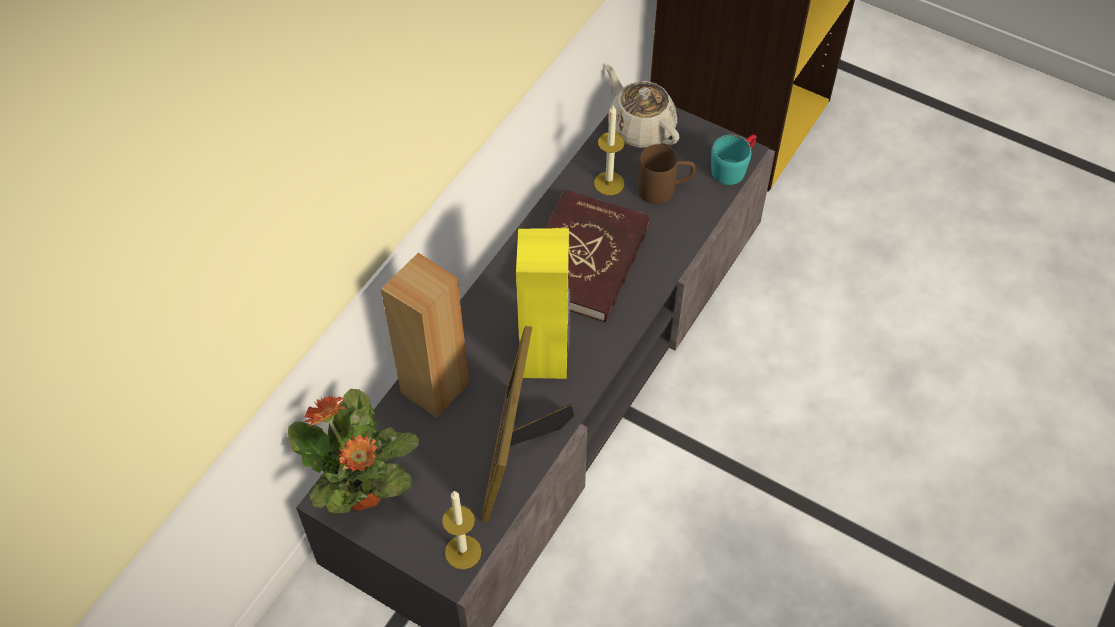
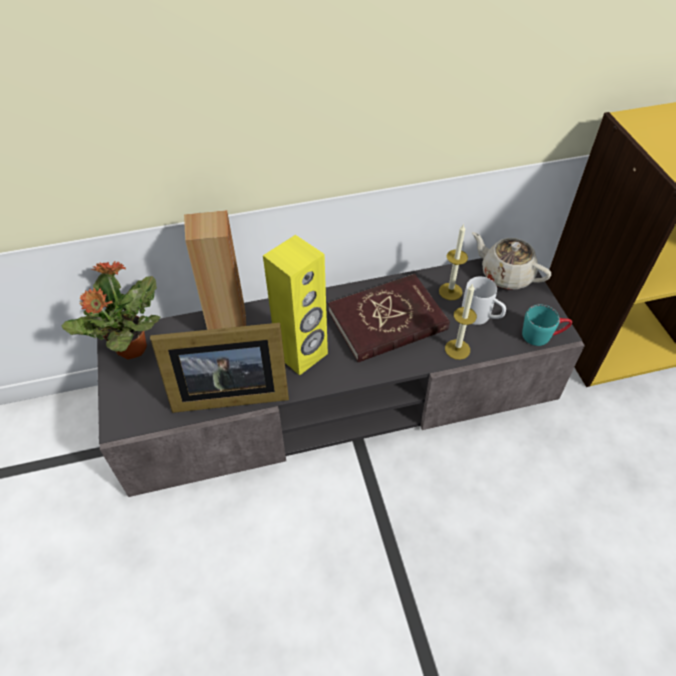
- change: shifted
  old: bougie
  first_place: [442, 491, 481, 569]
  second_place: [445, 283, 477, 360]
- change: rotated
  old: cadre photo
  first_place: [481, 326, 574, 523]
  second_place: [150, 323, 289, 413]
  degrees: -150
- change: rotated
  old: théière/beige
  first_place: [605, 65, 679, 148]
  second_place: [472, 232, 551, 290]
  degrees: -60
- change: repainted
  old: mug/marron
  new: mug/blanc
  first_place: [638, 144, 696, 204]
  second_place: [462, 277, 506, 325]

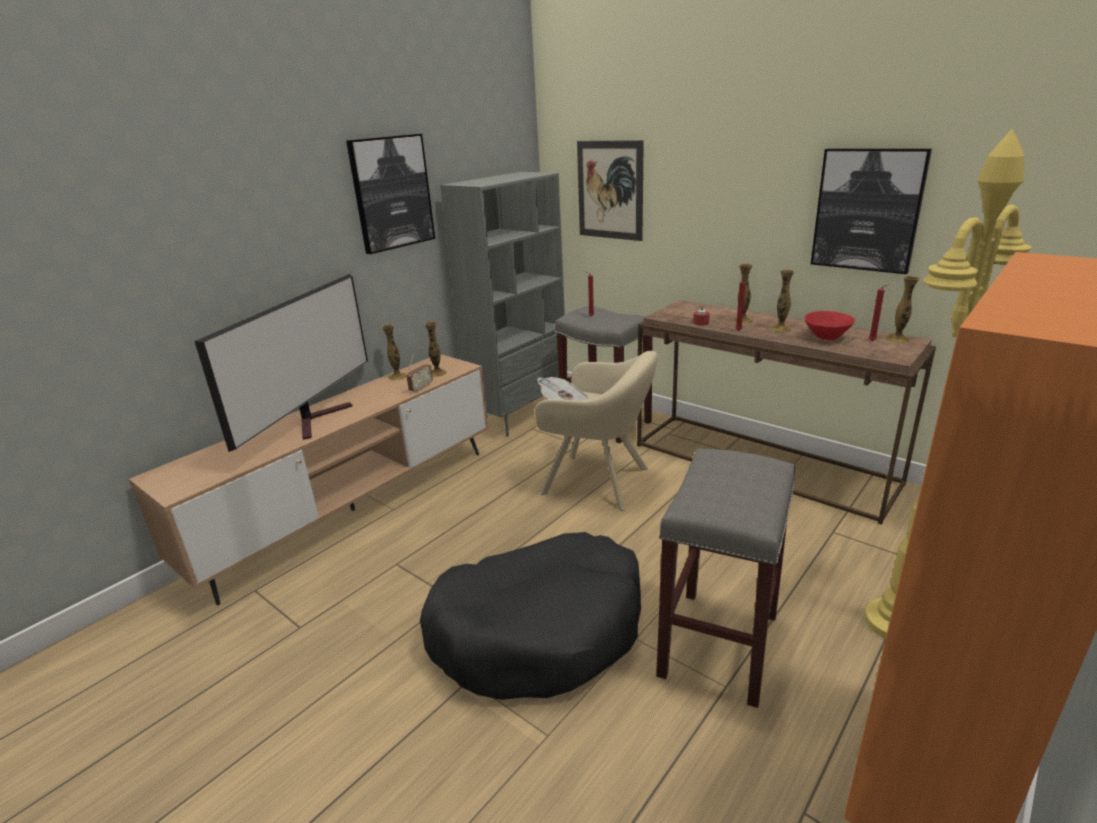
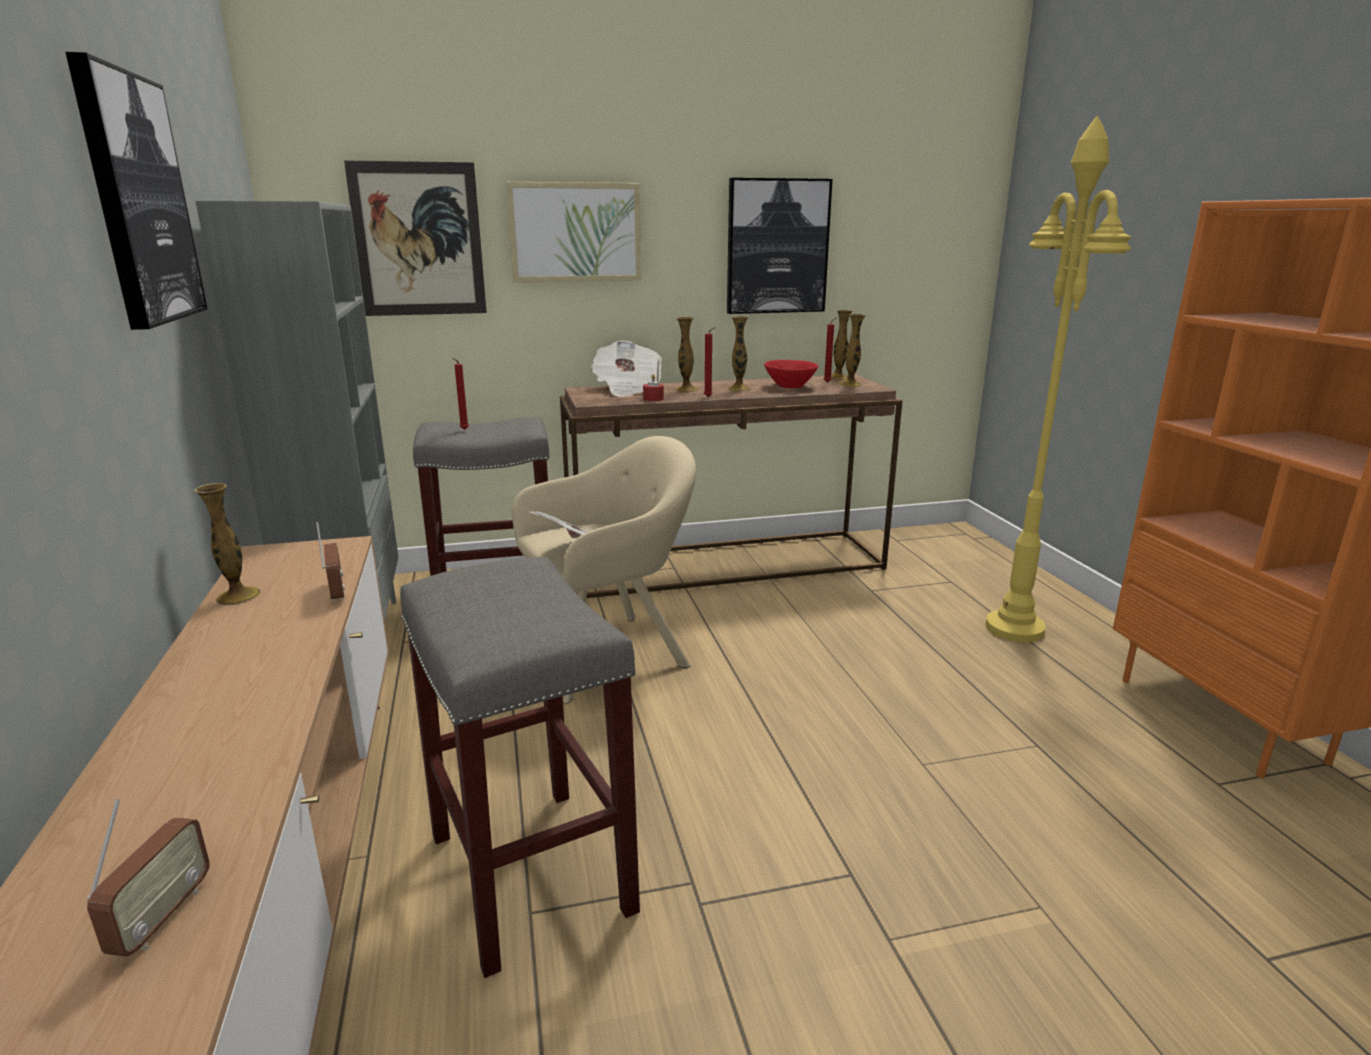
- change: gone
  old: téléviseur
  first_place: [195, 274, 368, 452]
- change: gone
  old: panier pour chien/noir
  first_place: [420, 532, 641, 700]
- change: shifted
  old: vase
  first_place: [424, 321, 447, 377]
  second_place: [838, 314, 866, 387]
- change: shifted
  old: tabouret/gris
  first_place: [656, 448, 795, 708]
  second_place: [400, 557, 640, 978]
- change: new
  new: radio
  second_place: [87, 799, 210, 957]
- change: new
  new: tableau
  second_place: [506, 182, 641, 282]
- change: new
  new: journal
  second_place: [591, 340, 662, 397]

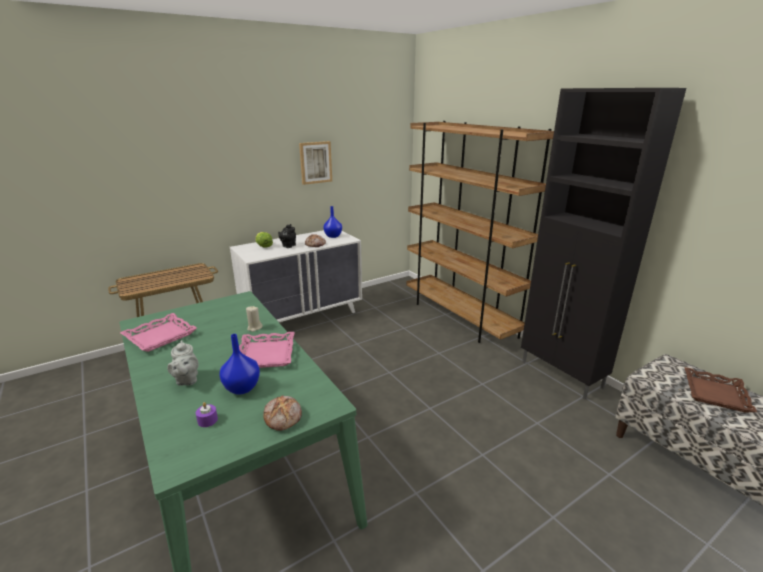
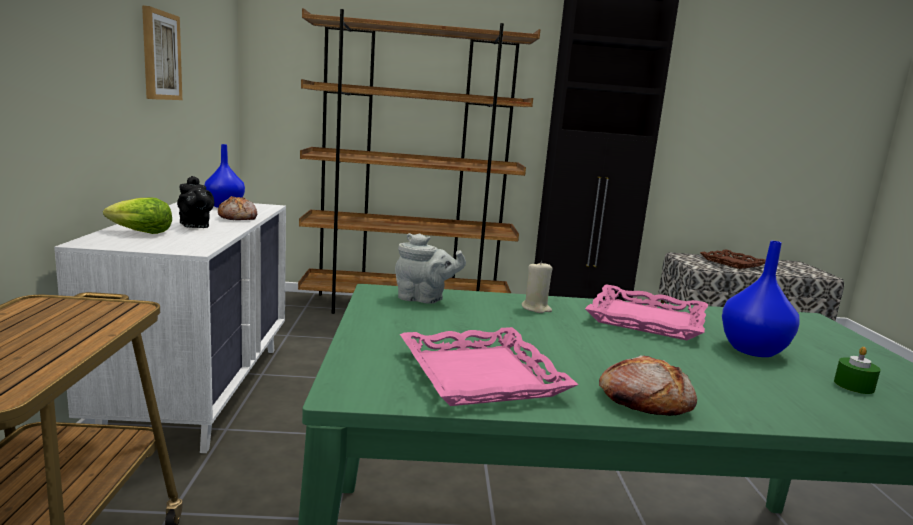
- change: shifted
  old: théière/gris
  first_place: [167, 340, 198, 386]
  second_place: [395, 233, 466, 304]
- change: repainted
  old: bougie/violet
  new: bougie/vert
  first_place: [196, 402, 218, 427]
  second_place: [834, 347, 880, 394]
- change: shifted
  old: pain
  first_place: [263, 395, 302, 431]
  second_place: [599, 355, 697, 416]

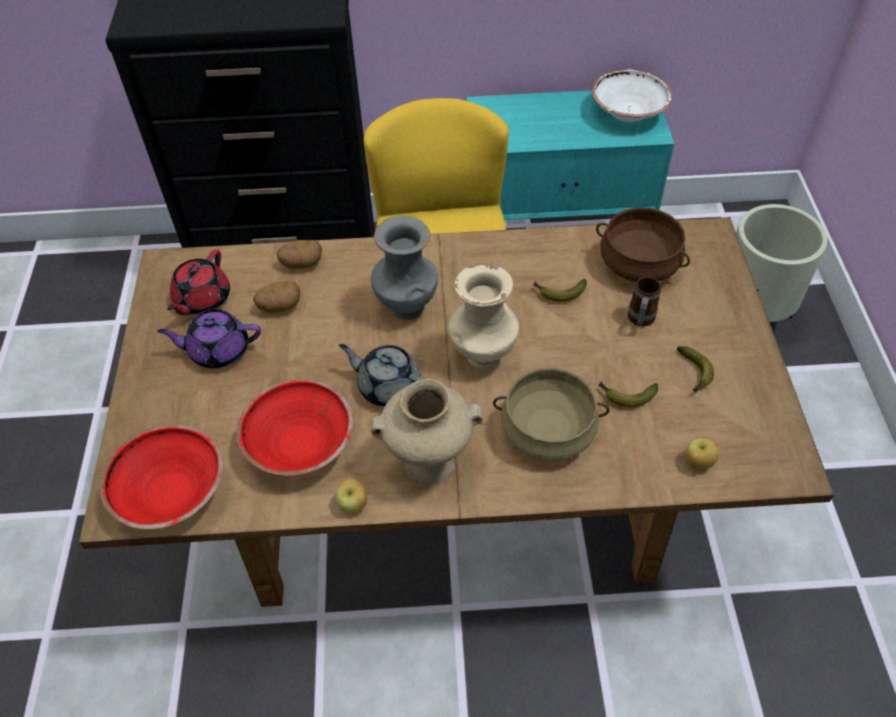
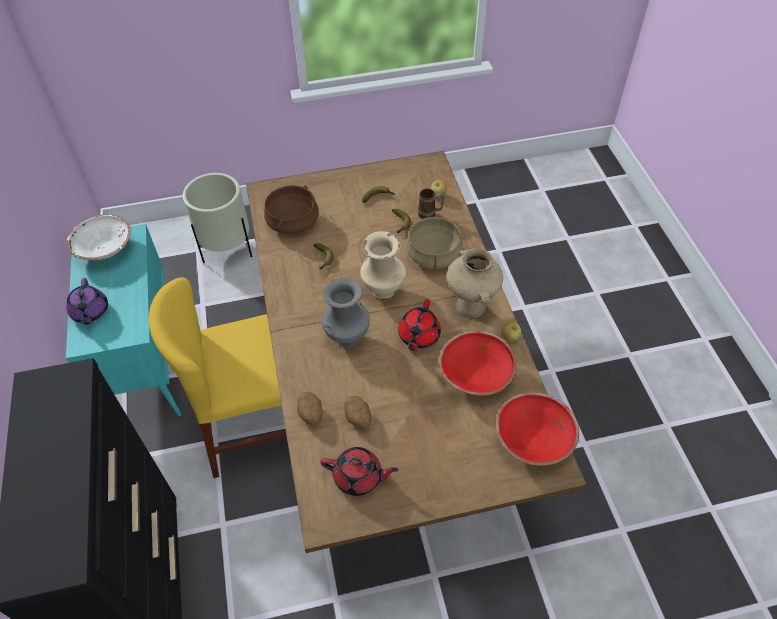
- change: shifted
  old: théière/violet
  first_place: [157, 309, 261, 368]
  second_place: [66, 278, 108, 324]
- change: repainted
  old: théière/gris
  new: théière/rouge
  first_place: [339, 344, 425, 407]
  second_place: [398, 299, 441, 350]
- change: shifted
  old: mug
  first_place: [628, 277, 661, 327]
  second_place: [418, 188, 444, 219]

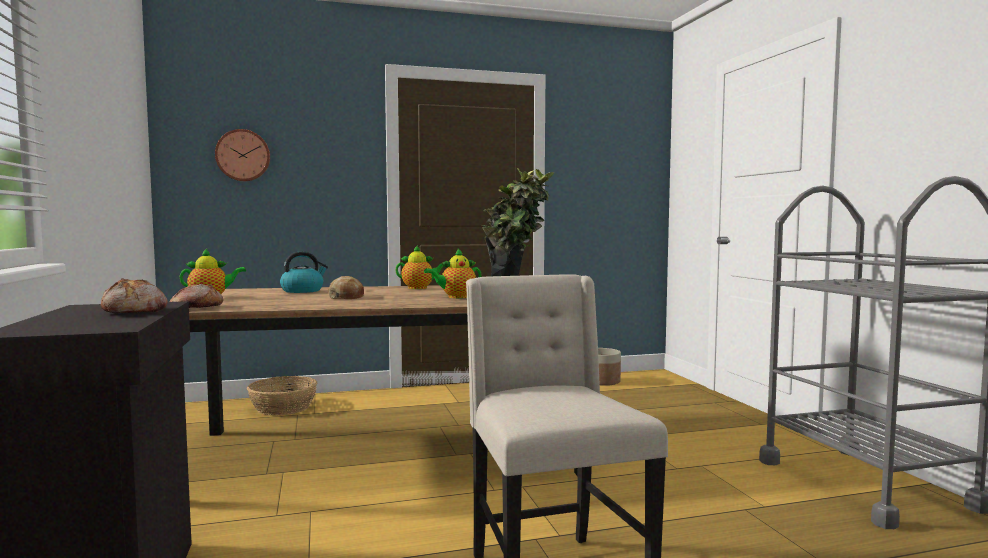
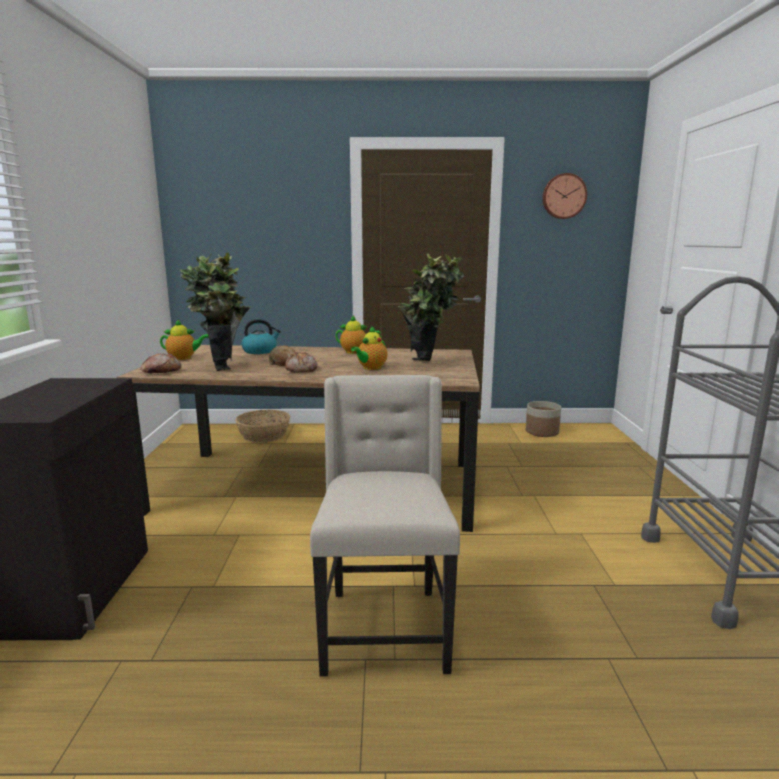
- change: shifted
  old: pain
  first_place: [100, 278, 168, 313]
  second_place: [285, 352, 317, 372]
- change: shifted
  old: horloge murale
  first_place: [215, 129, 270, 181]
  second_place: [542, 173, 587, 219]
- change: rotated
  old: théière
  first_place: [424, 249, 482, 298]
  second_place: [351, 326, 388, 370]
  degrees: -45
- change: new
  new: plante en pot
  second_place: [180, 252, 251, 371]

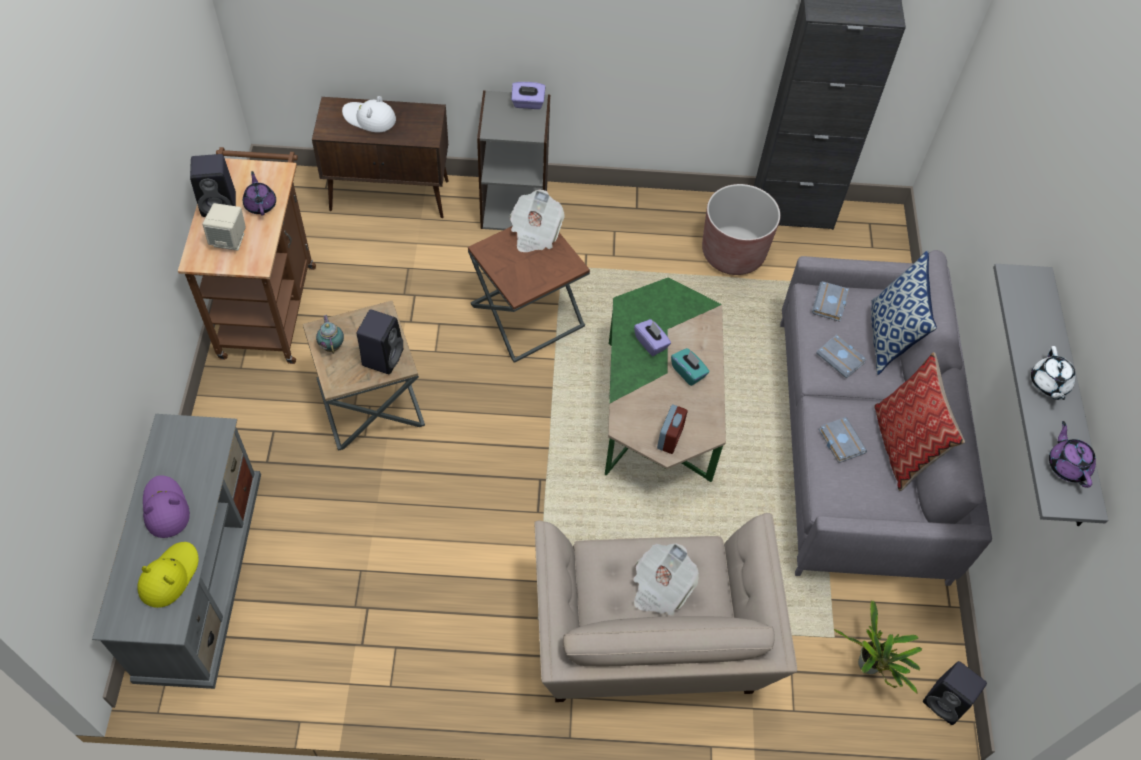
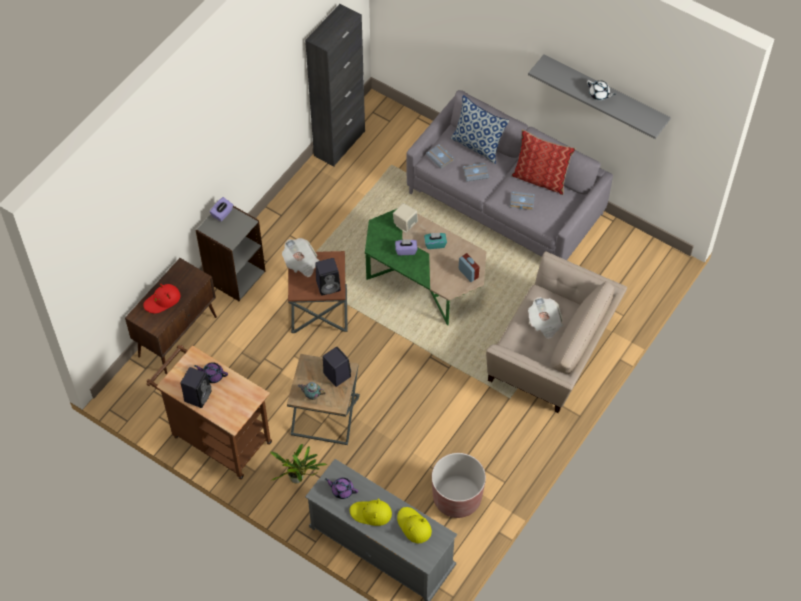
- change: repainted
  old: chapeau/violet
  new: chapeau/jaune
  first_place: [143, 475, 190, 538]
  second_place: [350, 498, 392, 526]
- change: shifted
  old: enceinte/beige
  first_place: [202, 203, 246, 251]
  second_place: [393, 203, 418, 233]
- change: repainted
  old: chapeau/blanc
  new: chapeau/rouge
  first_place: [342, 96, 396, 132]
  second_place: [143, 284, 180, 314]
- change: shifted
  old: cache-pot/marron
  first_place: [702, 184, 780, 275]
  second_place: [432, 453, 486, 518]
- change: shifted
  old: plante en pot
  first_place: [834, 600, 922, 694]
  second_place: [270, 444, 327, 483]
- change: shifted
  old: enceinte/noir
  first_place: [923, 661, 987, 725]
  second_place: [316, 258, 341, 296]
- change: shifted
  old: théière/violet
  first_place: [1049, 421, 1096, 488]
  second_place: [325, 477, 358, 499]

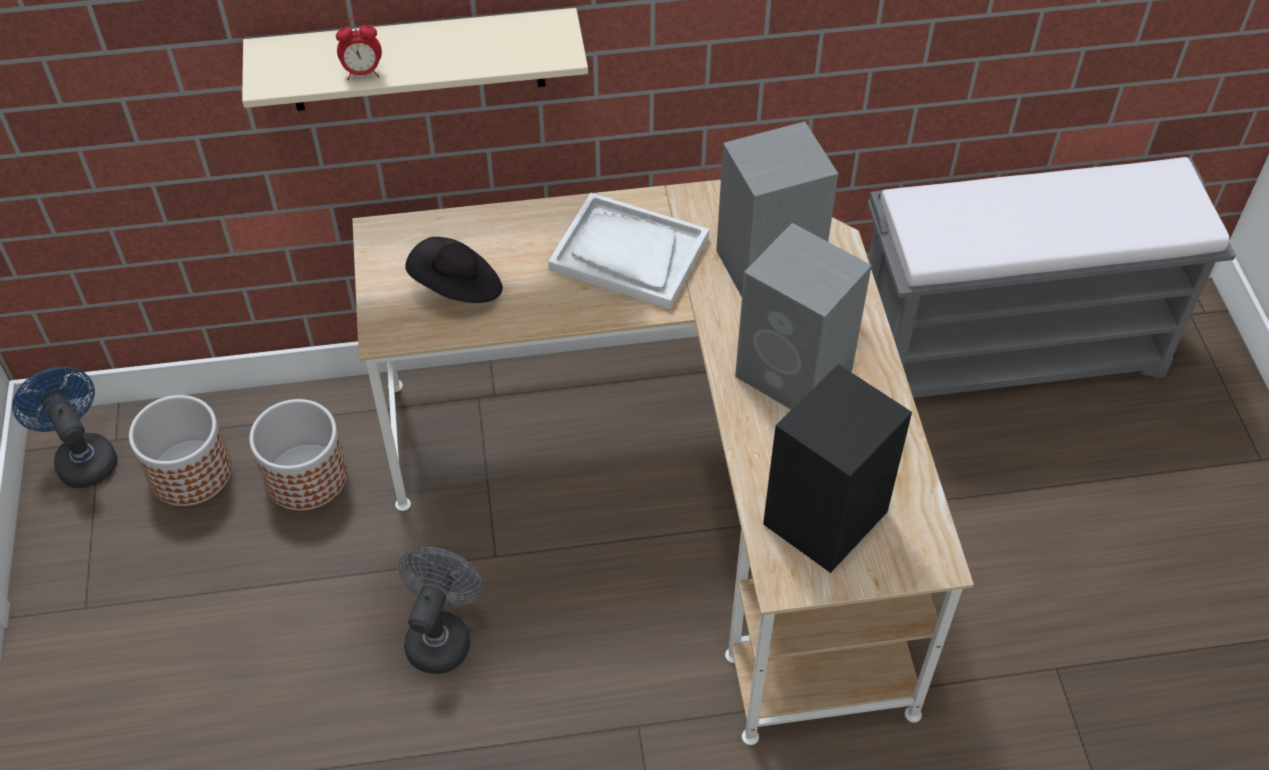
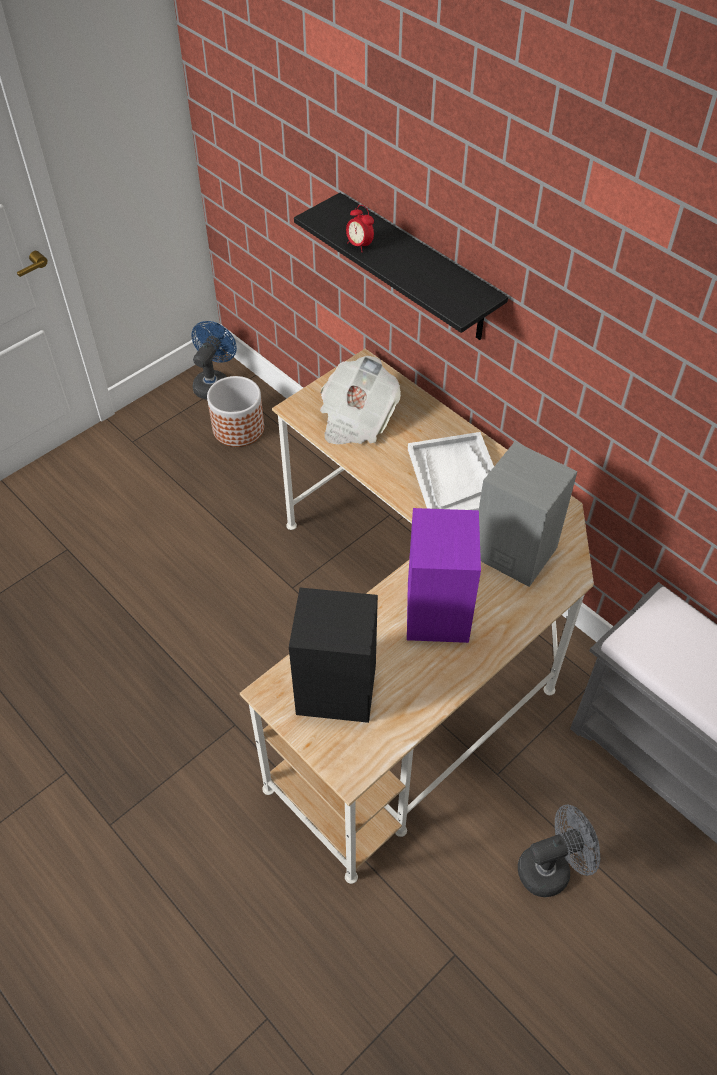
- change: repainted
  old: étagère/beige
  new: étagère/noir
  first_place: [242, 8, 588, 111]
  second_place: [294, 193, 508, 340]
- change: gone
  old: cache-pot
  first_place: [249, 399, 348, 511]
- change: shifted
  old: ventilateur/gris
  first_place: [398, 547, 483, 674]
  second_place: [518, 805, 600, 897]
- change: swapped
  old: chapeau/noir
  new: journal
  first_place: [405, 237, 503, 303]
  second_place: [320, 356, 401, 444]
- change: repainted
  old: enceinte/gris
  new: enceinte/violet
  first_place: [735, 223, 872, 410]
  second_place: [407, 508, 481, 643]

